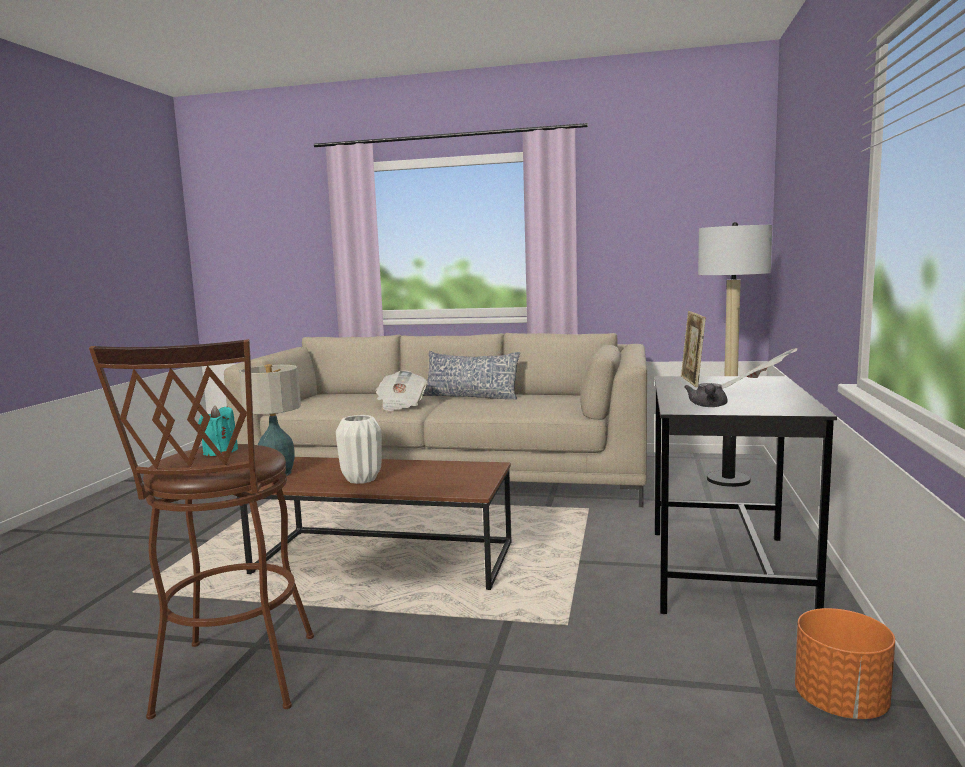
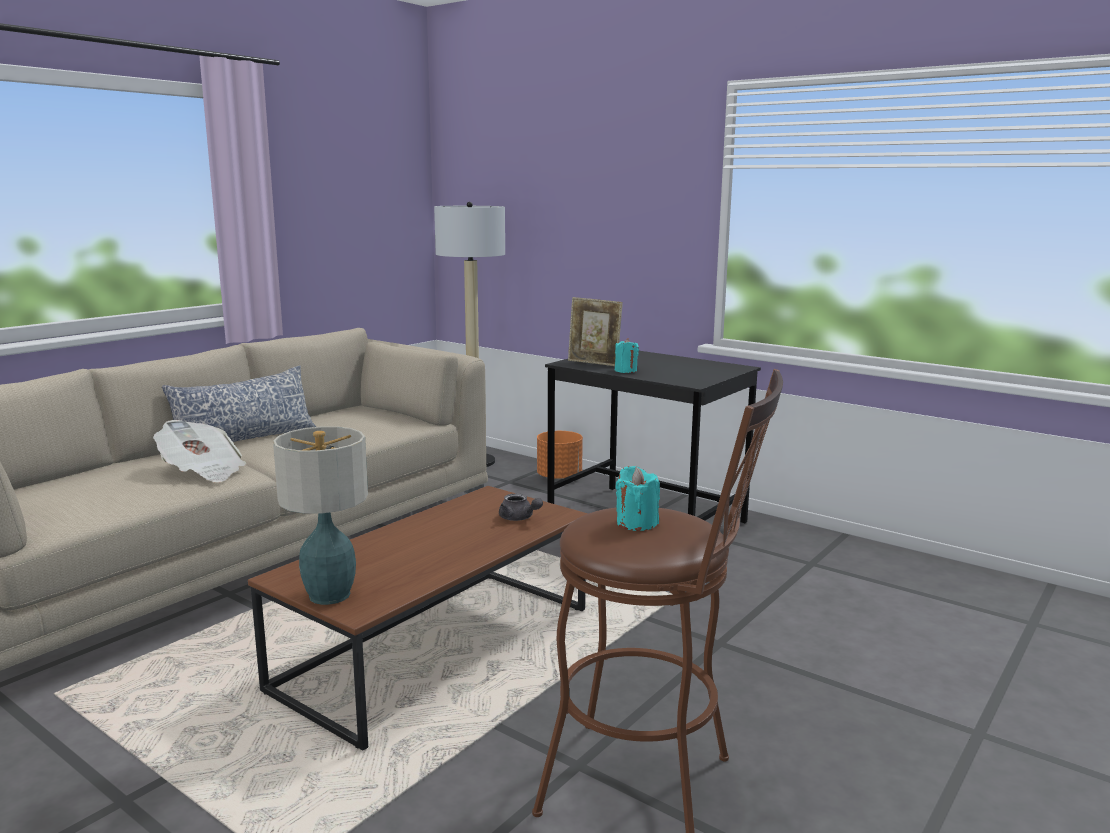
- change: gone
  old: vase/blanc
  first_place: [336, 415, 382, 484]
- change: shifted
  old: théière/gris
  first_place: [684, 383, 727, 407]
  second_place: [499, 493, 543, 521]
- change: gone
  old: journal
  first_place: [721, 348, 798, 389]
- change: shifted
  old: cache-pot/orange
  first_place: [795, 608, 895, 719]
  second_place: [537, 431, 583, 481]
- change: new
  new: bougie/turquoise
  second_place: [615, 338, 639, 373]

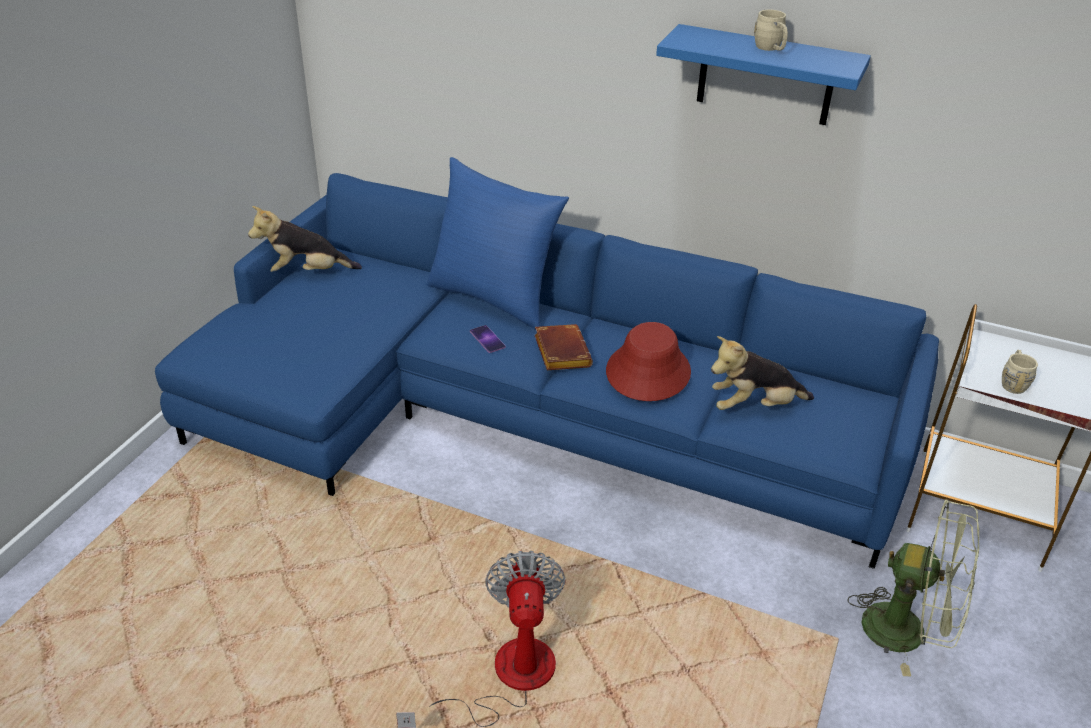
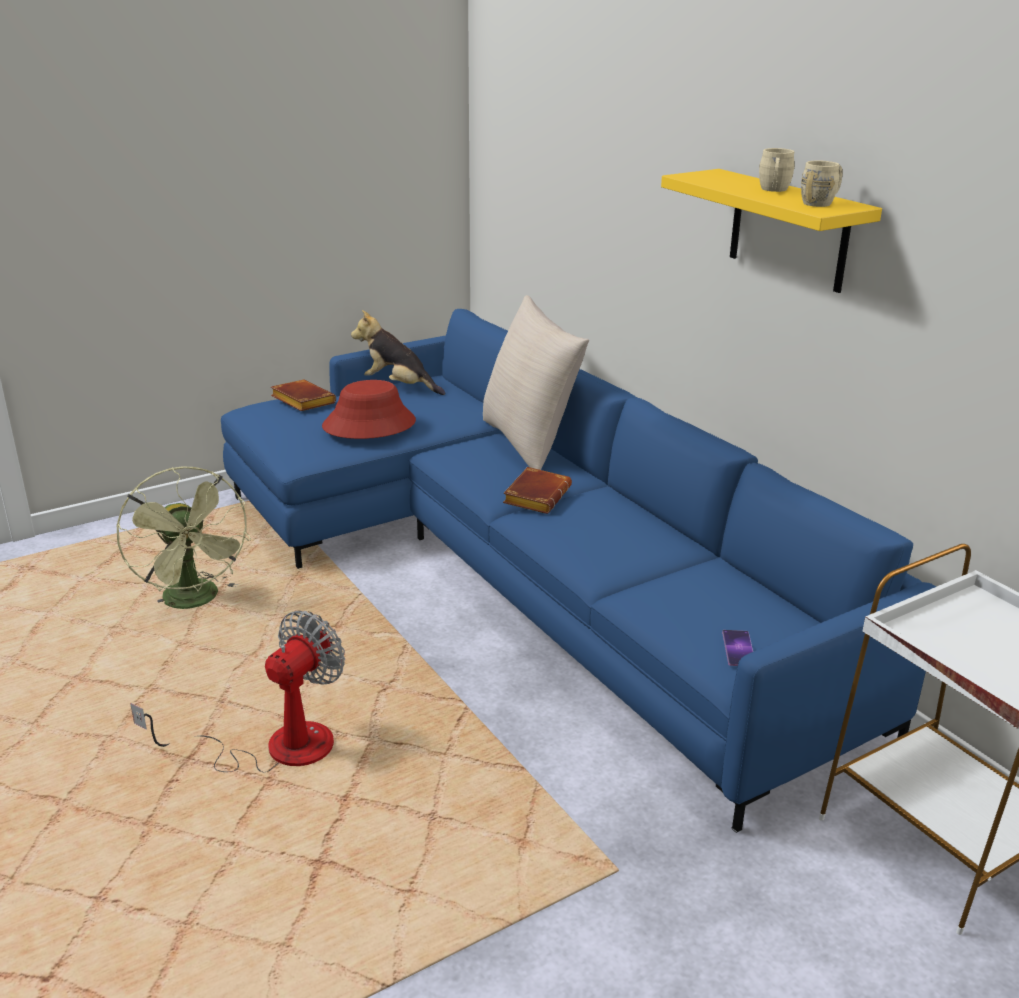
- change: repainted
  old: coussin/bleu
  new: coussin/beige
  first_place: [427, 157, 569, 330]
  second_place: [483, 295, 589, 470]
- change: shifted
  old: téléphone
  first_place: [470, 325, 506, 353]
  second_place: [722, 630, 753, 666]
- change: shifted
  old: chapeau/rouge
  first_place: [606, 322, 691, 401]
  second_place: [322, 380, 416, 439]
- change: repainted
  old: étagère/bleu
  new: étagère/jaune
  first_place: [656, 24, 871, 125]
  second_place: [661, 169, 882, 293]
- change: gone
  old: peluche
  first_place: [711, 336, 814, 410]
- change: shifted
  old: ventilateur/vert
  first_place: [847, 499, 979, 676]
  second_place: [116, 466, 251, 609]
- change: shifted
  old: mug/beige
  first_place: [1002, 350, 1038, 394]
  second_place: [801, 161, 843, 207]
- change: new
  new: livre/marron
  second_place: [271, 379, 336, 411]

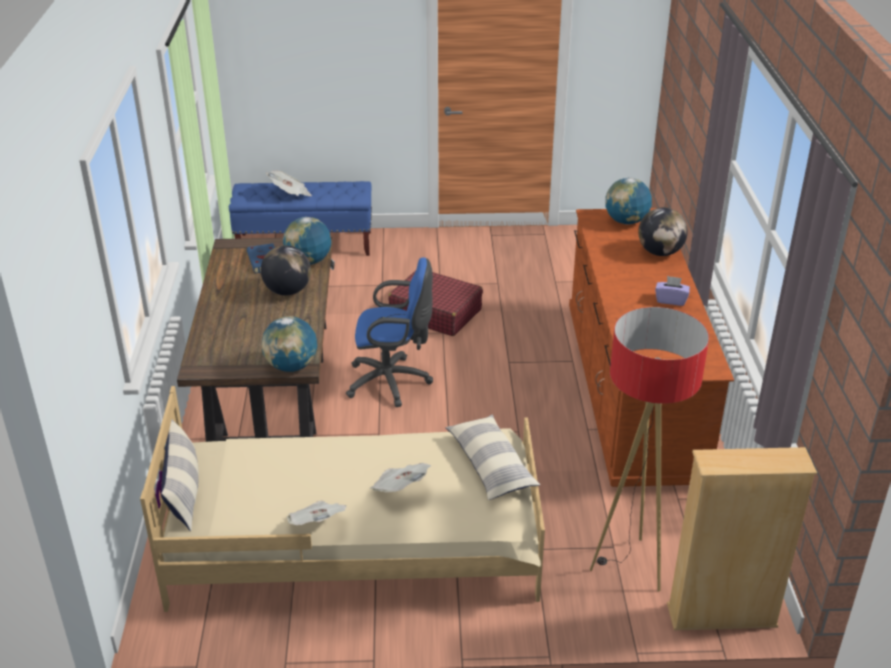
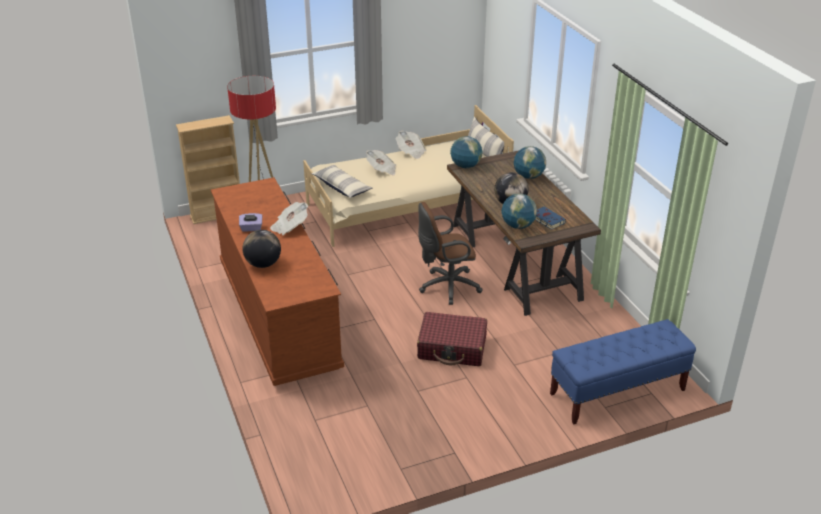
- change: shifted
  old: journal
  first_place: [266, 171, 312, 196]
  second_place: [270, 202, 308, 235]
- change: repainted
  old: chaise de bureau/bleu
  new: chaise de bureau/marron
  first_place: [346, 257, 433, 407]
  second_place: [418, 202, 483, 305]
- change: shifted
  old: globe
  first_place: [606, 178, 652, 225]
  second_place: [514, 146, 546, 179]

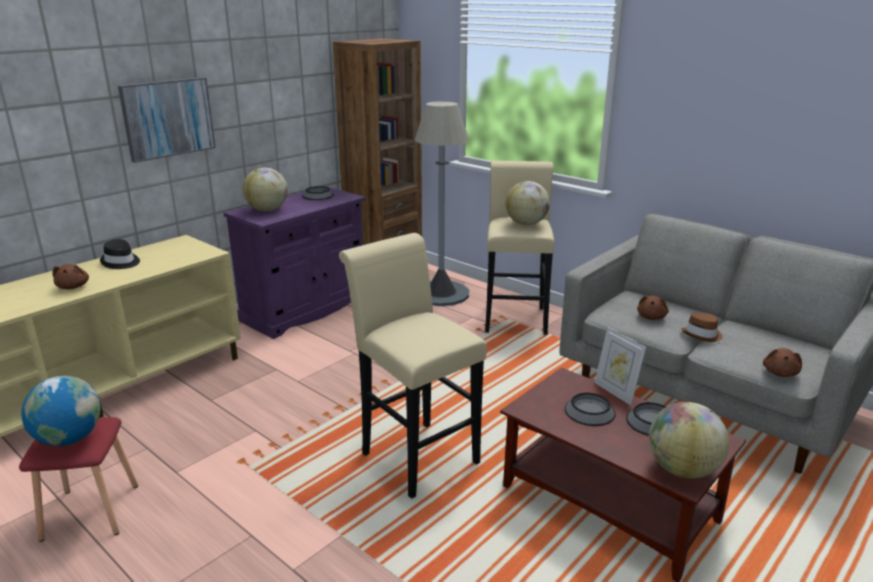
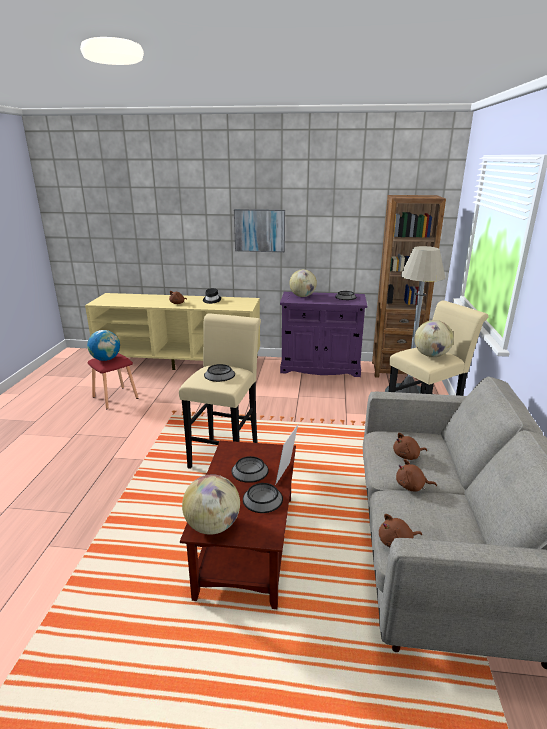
- change: swapped
  old: chapeau/marron
  new: peluche/marron
  first_place: [681, 312, 723, 342]
  second_place: [396, 459, 437, 492]
- change: new
  new: bol
  second_place: [204, 364, 235, 382]

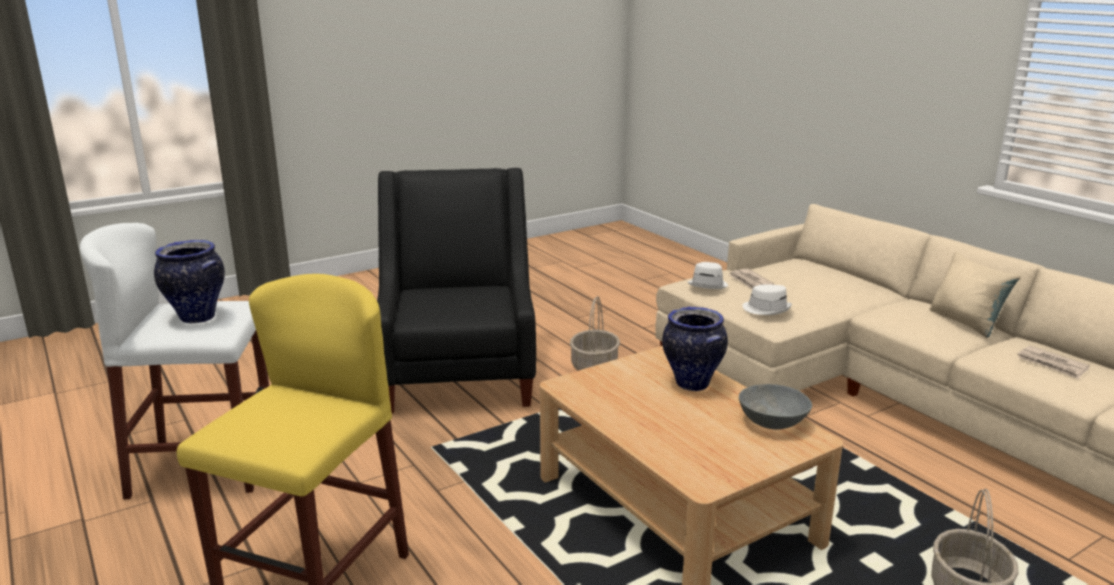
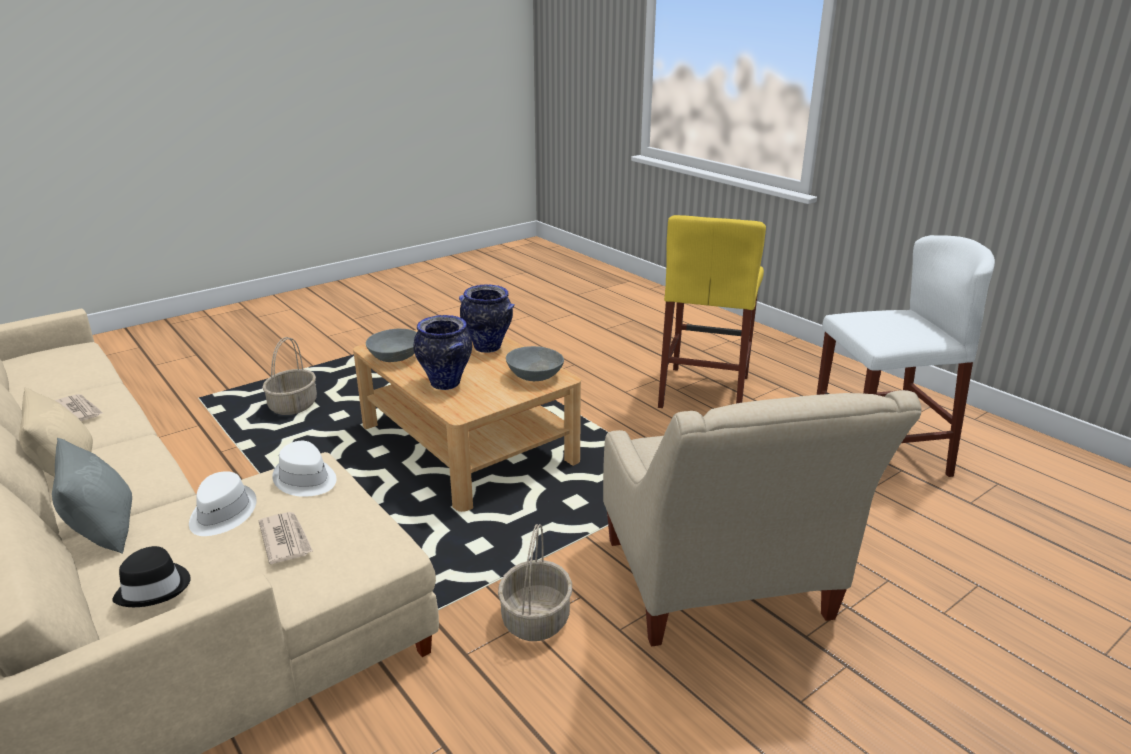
- change: shifted
  old: vase
  first_place: [154, 240, 225, 323]
  second_place: [459, 284, 515, 353]
- change: repainted
  old: fauteuil/noir
  new: fauteuil/beige
  first_place: [377, 168, 536, 414]
  second_place: [603, 390, 922, 647]
- change: shifted
  old: chapeau/blanc
  first_place: [687, 262, 728, 289]
  second_place: [189, 471, 257, 536]
- change: new
  new: coussin/gris
  second_place: [52, 438, 132, 554]
- change: new
  new: chapeau/noir
  second_place: [112, 546, 191, 607]
- change: new
  new: bol/gris
  second_place: [506, 346, 564, 381]

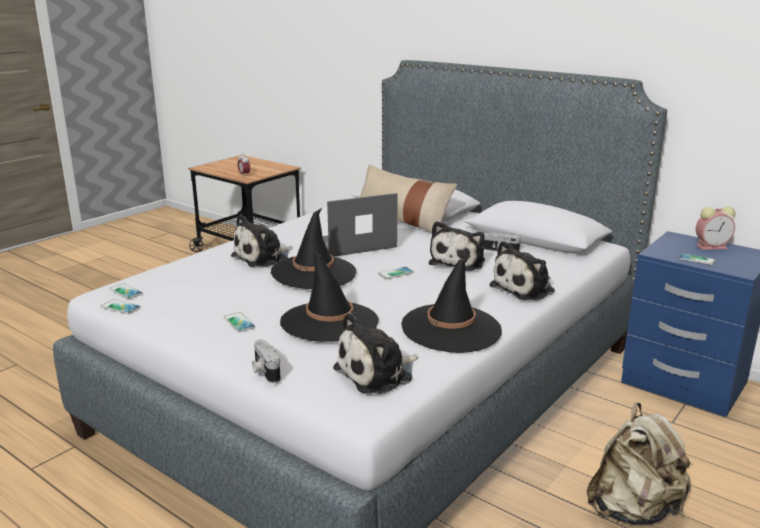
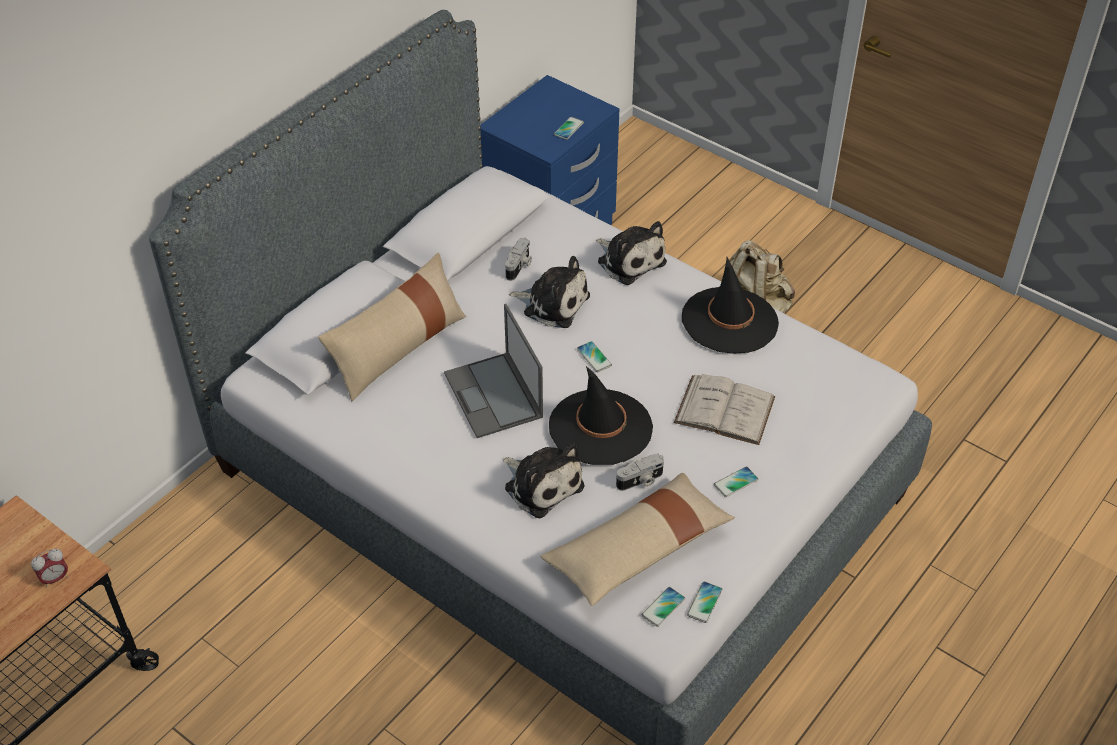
- change: shifted
  old: appareil photo
  first_place: [252, 340, 281, 383]
  second_place: [616, 454, 664, 491]
- change: swapped
  old: chapeau/noir
  new: livre/blanc
  first_place: [280, 250, 379, 342]
  second_place: [674, 374, 775, 445]
- change: gone
  old: peluche
  first_place: [333, 313, 418, 394]
- change: gone
  old: réveil
  first_place: [696, 207, 735, 250]
- change: new
  new: coussin/beige
  second_place: [540, 473, 735, 606]

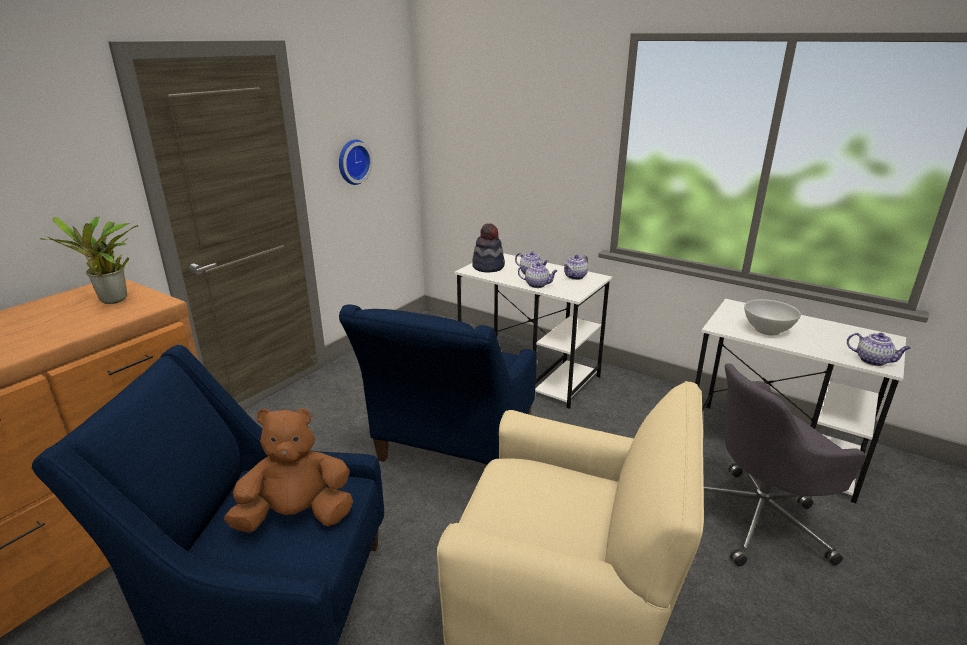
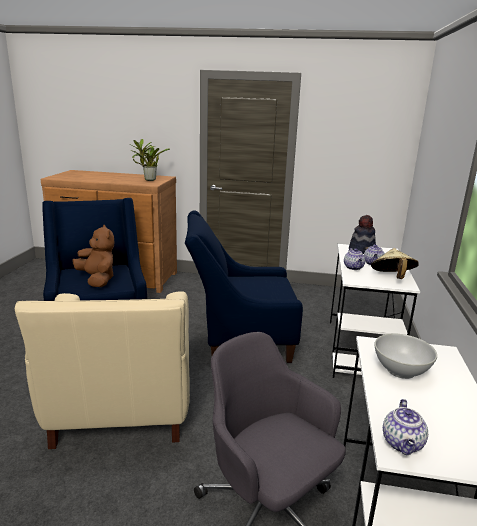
- change: gone
  old: horloge murale
  first_place: [339, 140, 373, 185]
- change: swapped
  old: théière
  new: chapeau/beige
  first_place: [564, 255, 588, 280]
  second_place: [371, 248, 419, 279]

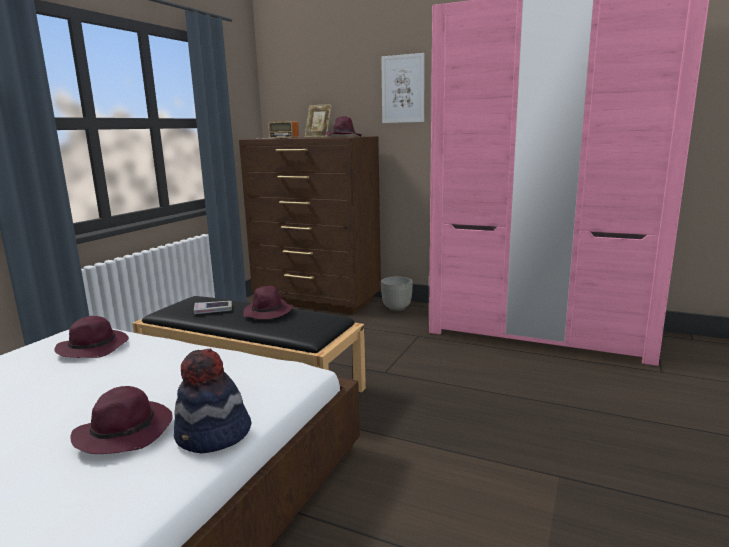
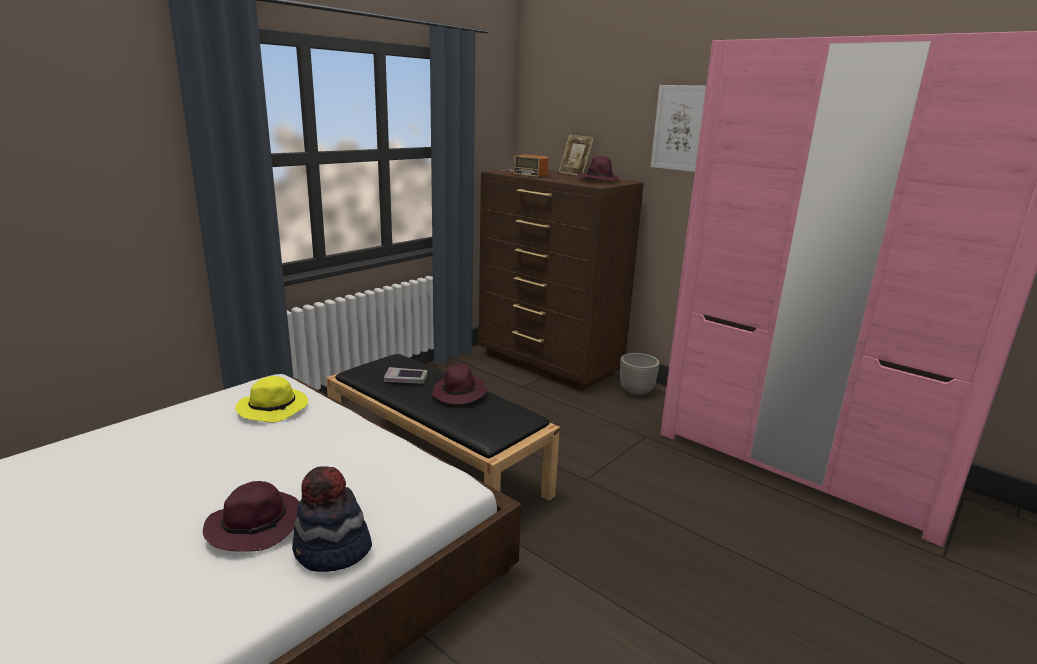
- change: repainted
  old: chapeau/violet
  new: chapeau/jaune
  first_place: [54, 316, 129, 358]
  second_place: [235, 376, 308, 422]

